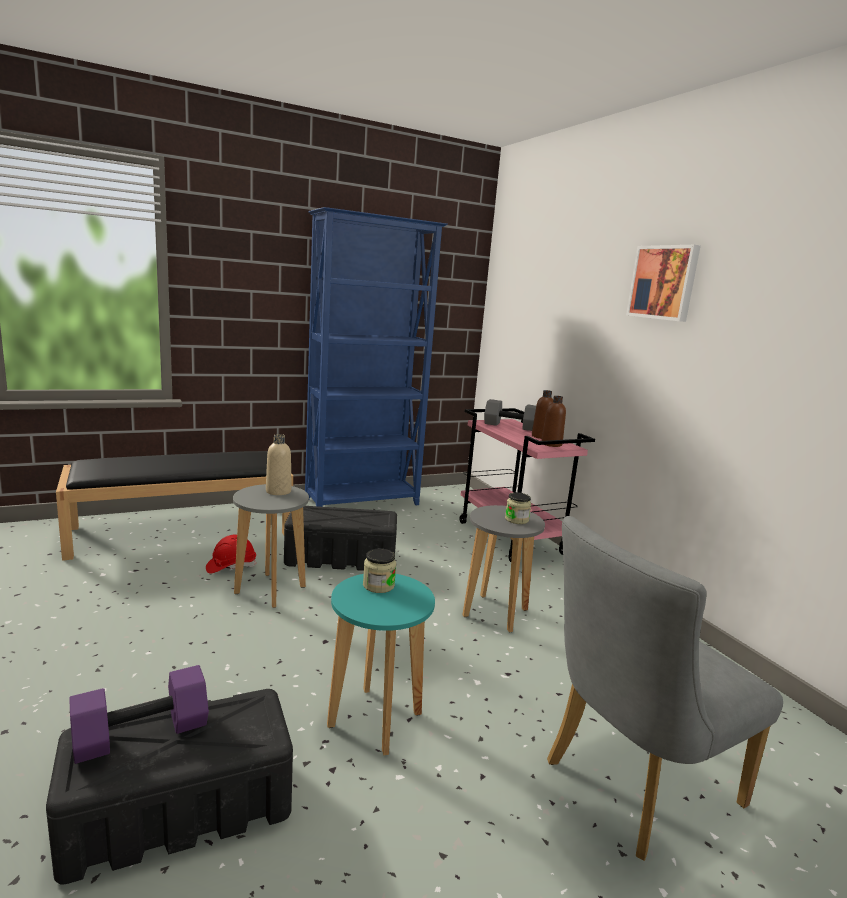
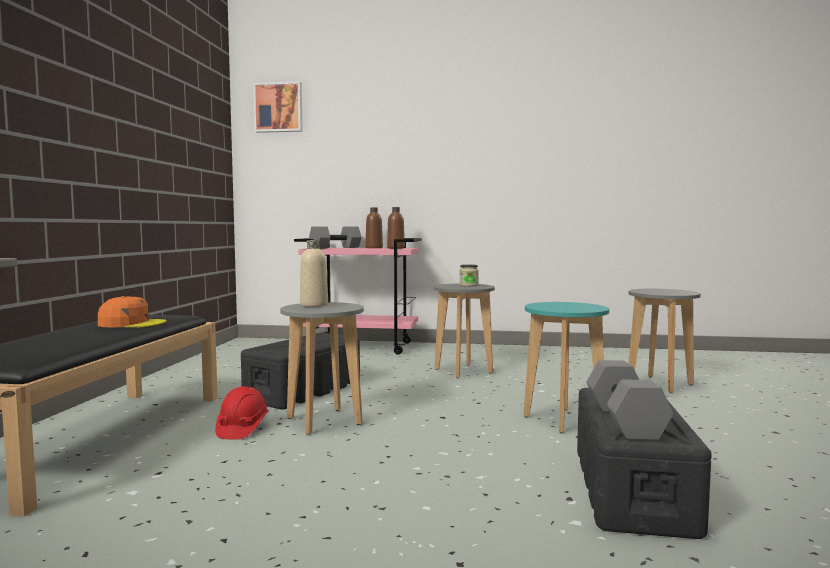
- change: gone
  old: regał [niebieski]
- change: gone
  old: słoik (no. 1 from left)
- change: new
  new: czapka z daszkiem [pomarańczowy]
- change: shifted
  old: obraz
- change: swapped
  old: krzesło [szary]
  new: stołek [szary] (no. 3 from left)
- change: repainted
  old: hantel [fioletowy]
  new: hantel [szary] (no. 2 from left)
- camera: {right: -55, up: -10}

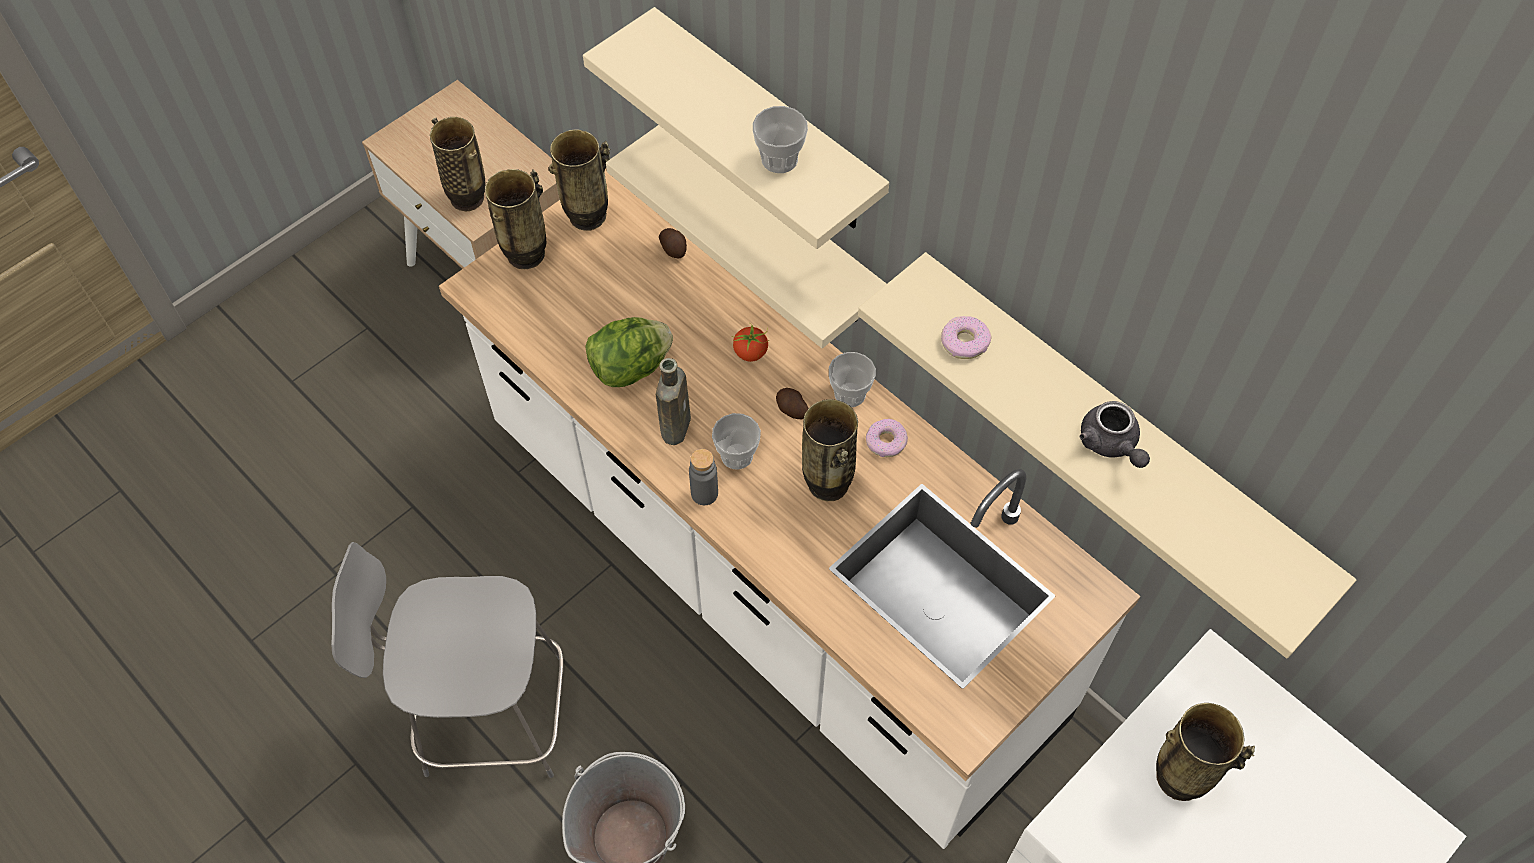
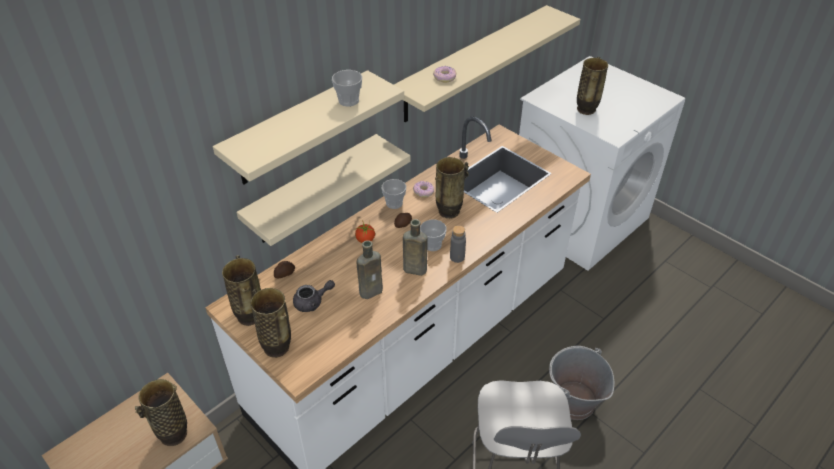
- change: shifted
  old: imbryk [szary]
- change: swapped
  old: sałata
  new: butelka [brązowy] (no. 1 from left)
- camera: {right: -90, up: -15}

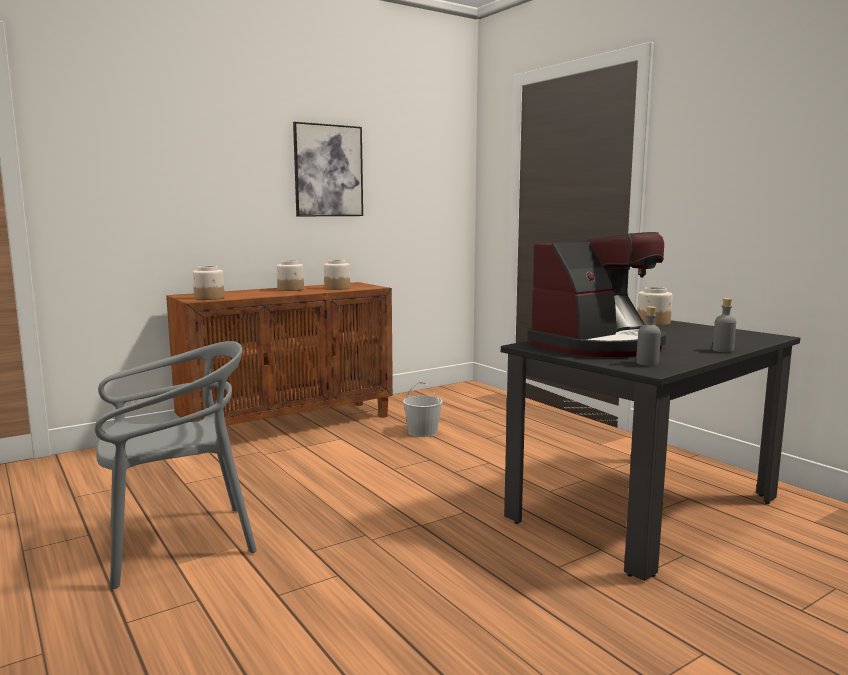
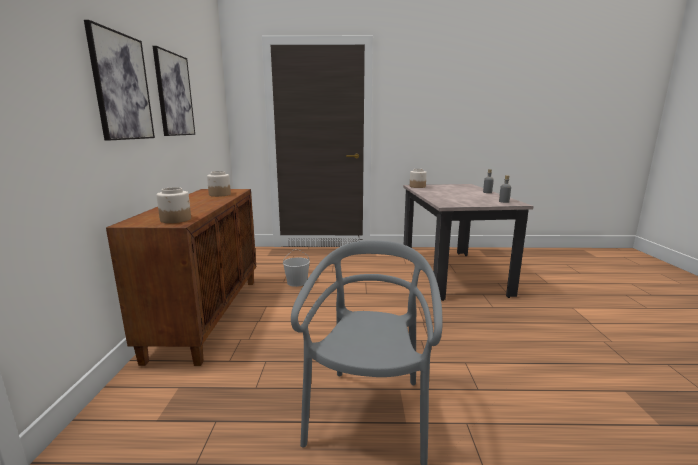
- change: gone
  old: słoik (no. 2 from left)
- change: gone
  old: ekspres do kawy
- change: new
  new: obraz (no. 1 from left)
- change: repainted
  old: stół jadalny [czarny]
  new: stół jadalny [beżowy]
- camera: {right: -55, up: 5}

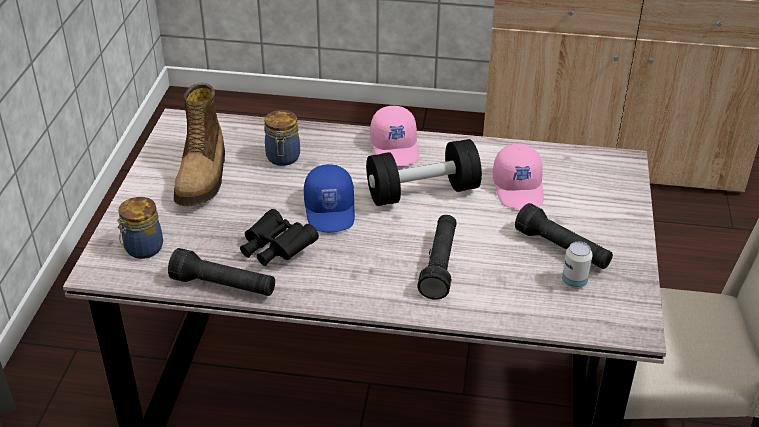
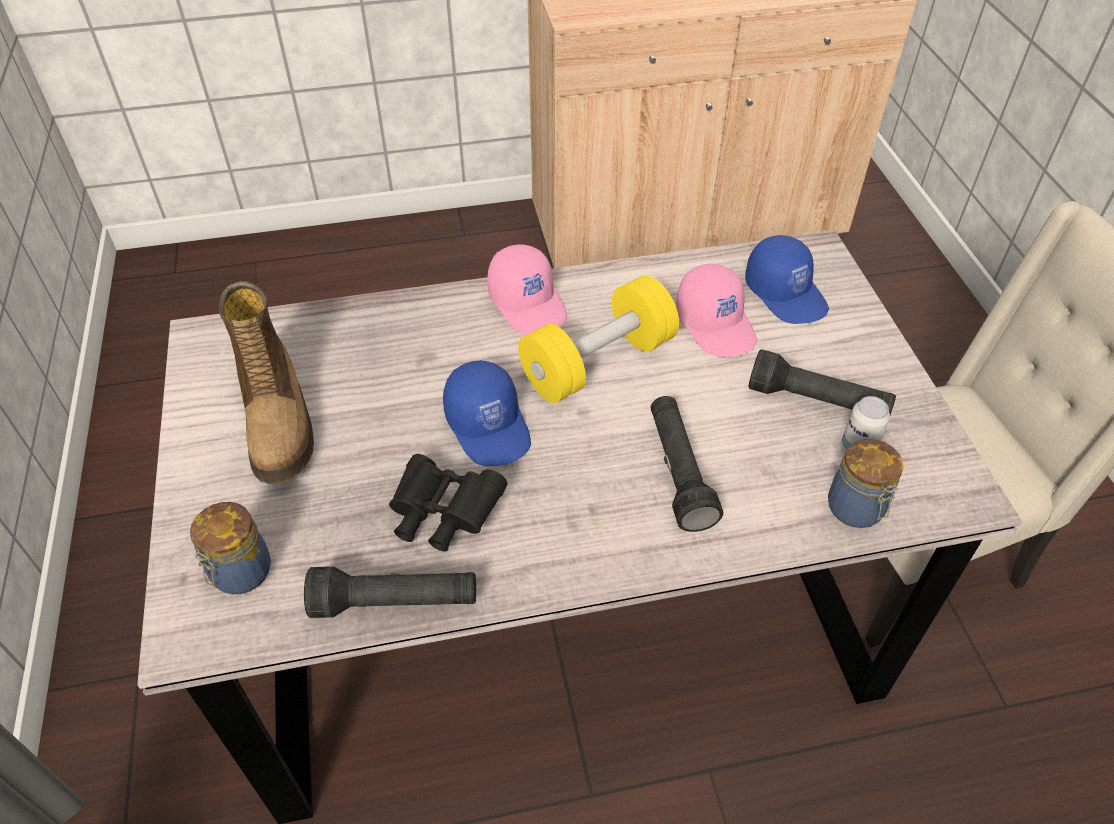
- change: new
  new: czapka z daszkiem [niebieski] (no. 2 from left)
- change: shifted
  old: słoik (no. 2 from left)
- change: repainted
  old: hantel [czarny]
  new: hantel [żółty]
- camera: {right: -20, up: 10}

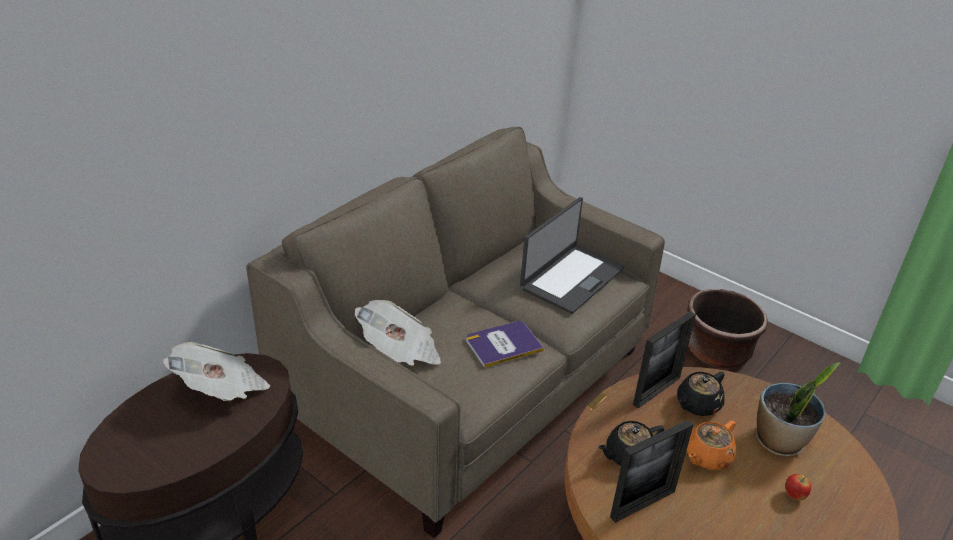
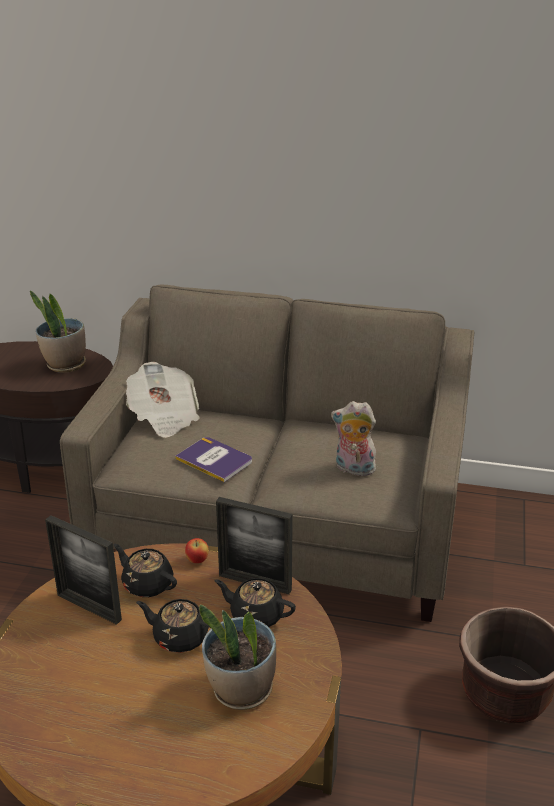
- change: shifted
  old: jabłko
- change: swapped
  old: gazeta (no. 1 from left)
  new: roślina doniczkowa (no. 1 from left)
- change: swapped
  old: laptop
  new: pluszak
- change: repainted
  old: imbryk [pomarańczowy]
  new: imbryk [czarny] (no. 2 from left)
- camera: {right: 65, up: -5}

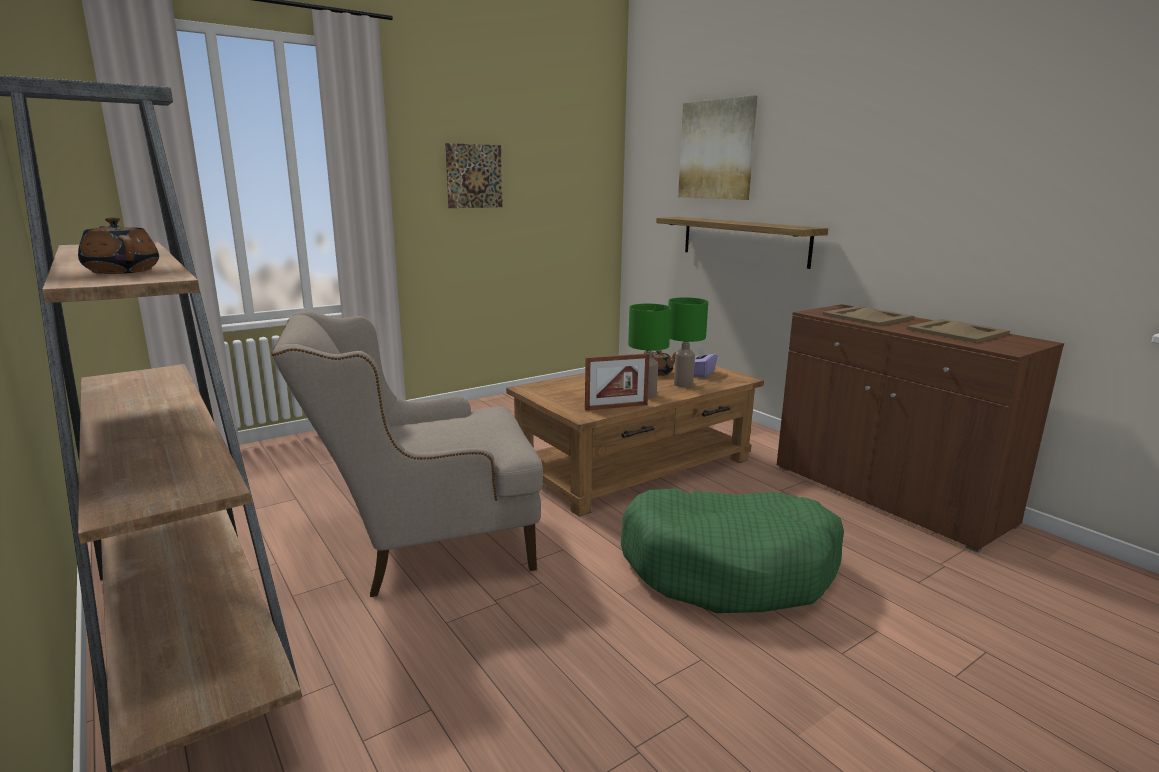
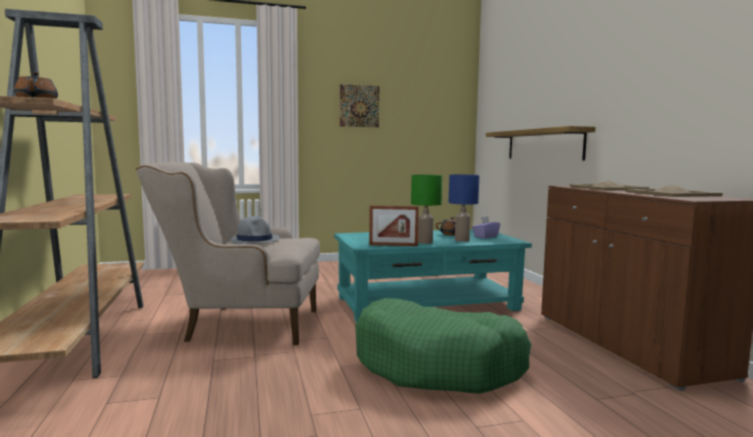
- change: gone
  old: obraz (no. 2 from left)
- change: new
  new: kapelusz [szary]
- change: repainted
  old: ława [brązowy]
  new: ława [turkusowy]
- change: repainted
  old: lampa stołowa [zielony] (no. 2 from left)
  new: lampa stołowa [niebieski]
- camera: {right: 20, up: -10}

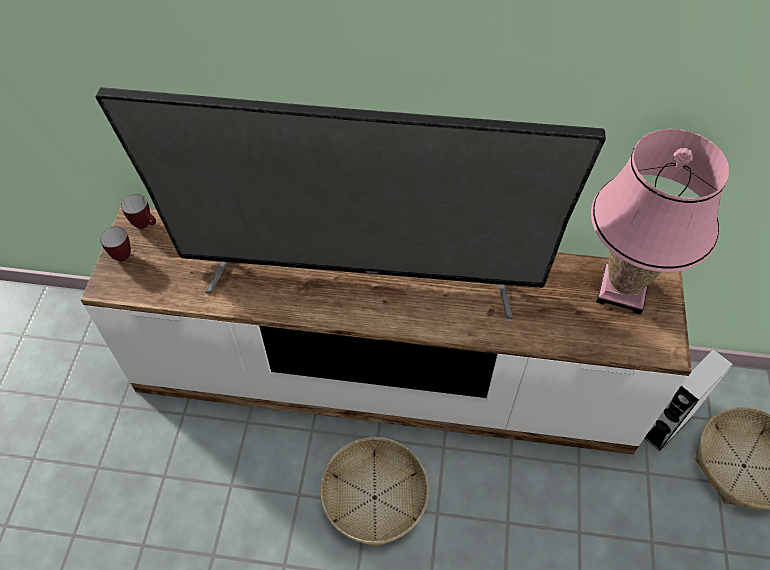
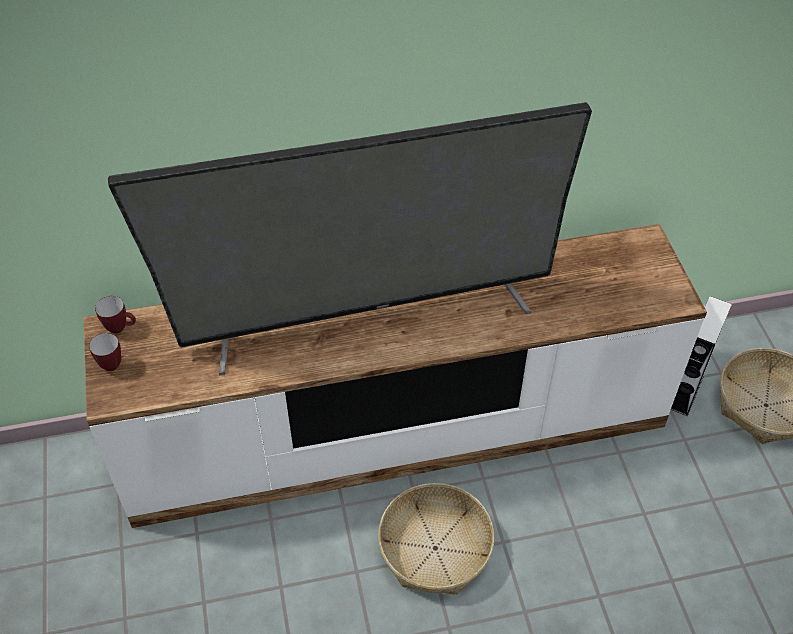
- change: gone
  old: lampa stołowa [różowy]
- camera: {right: -20, up: -5}

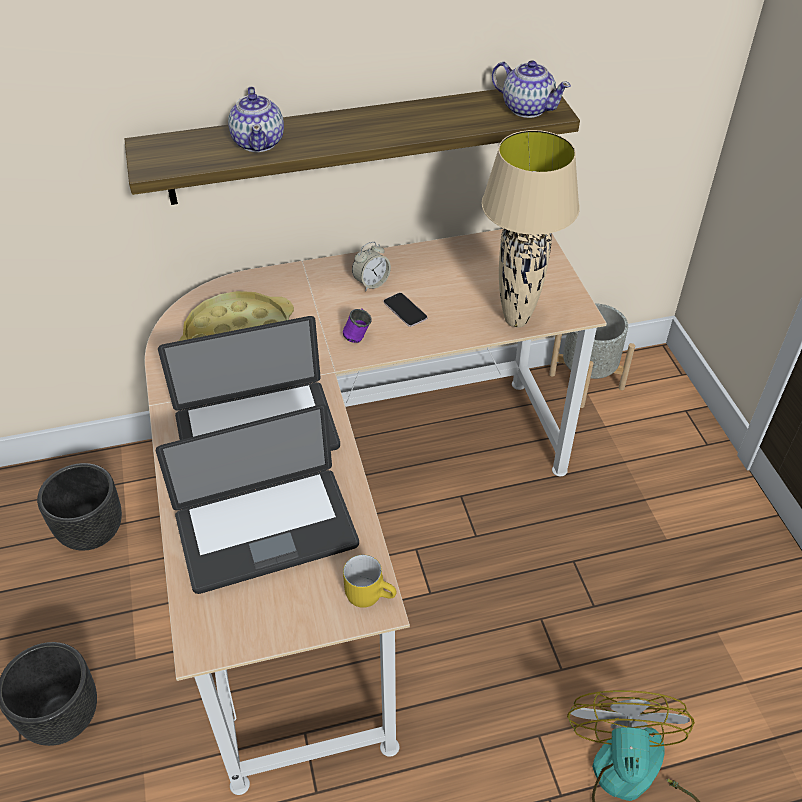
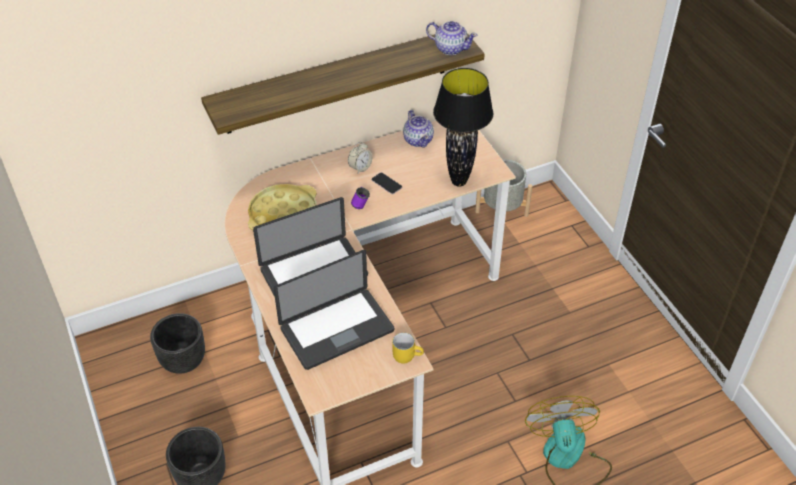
- change: shifted
  old: imbryk (no. 1 from left)
- change: repainted
  old: lampa stołowa [beżowy]
  new: lampa stołowa [czarny]
- camera: {right: -10, up: 0}

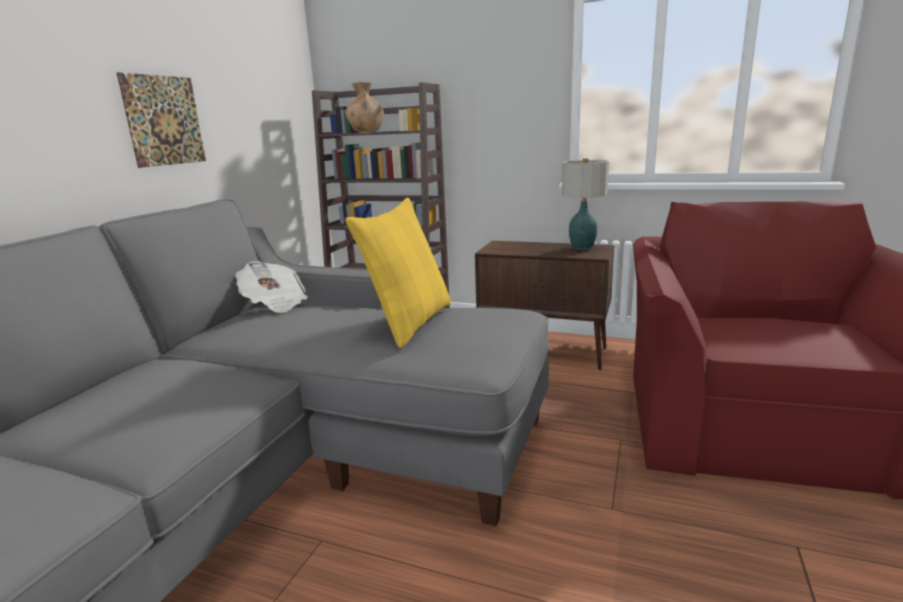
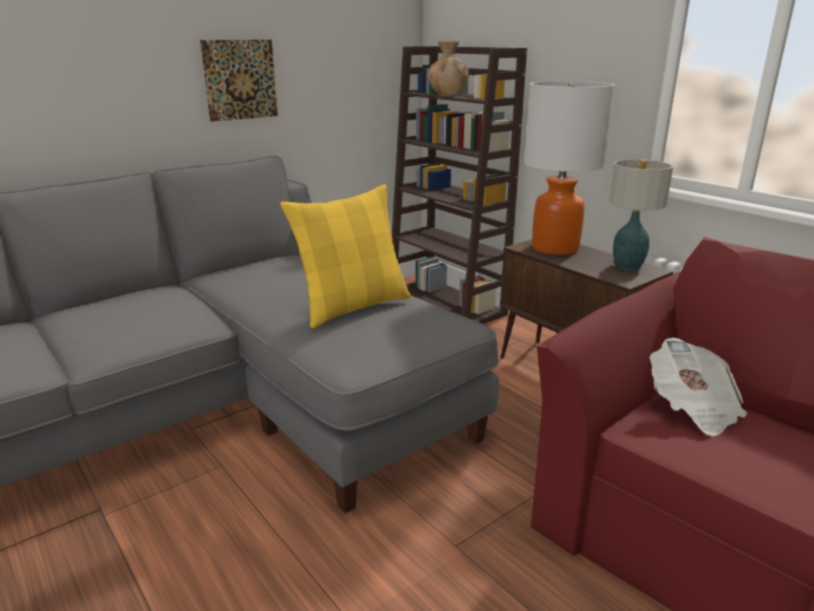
- change: new
  new: lampa stołowa (no. 1 from left)
- change: shifted
  old: gazeta
- camera: {right: 30, up: 5}

